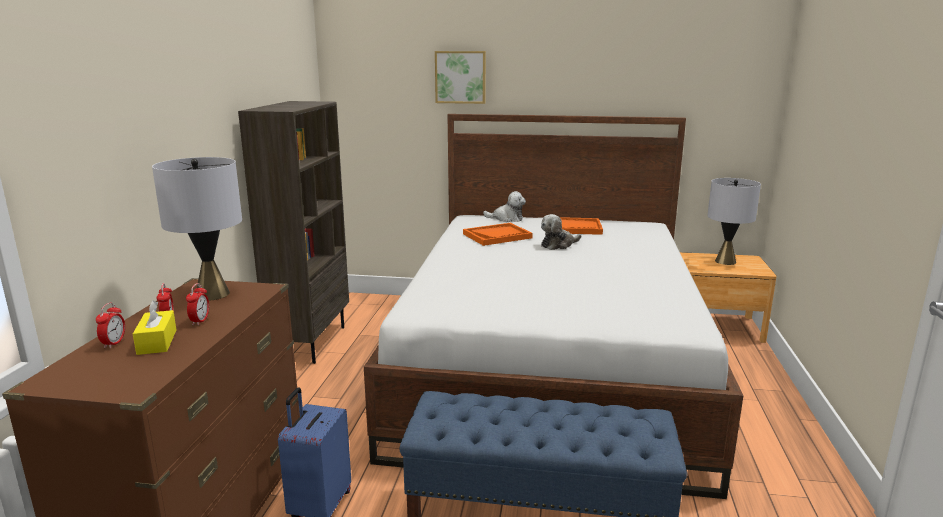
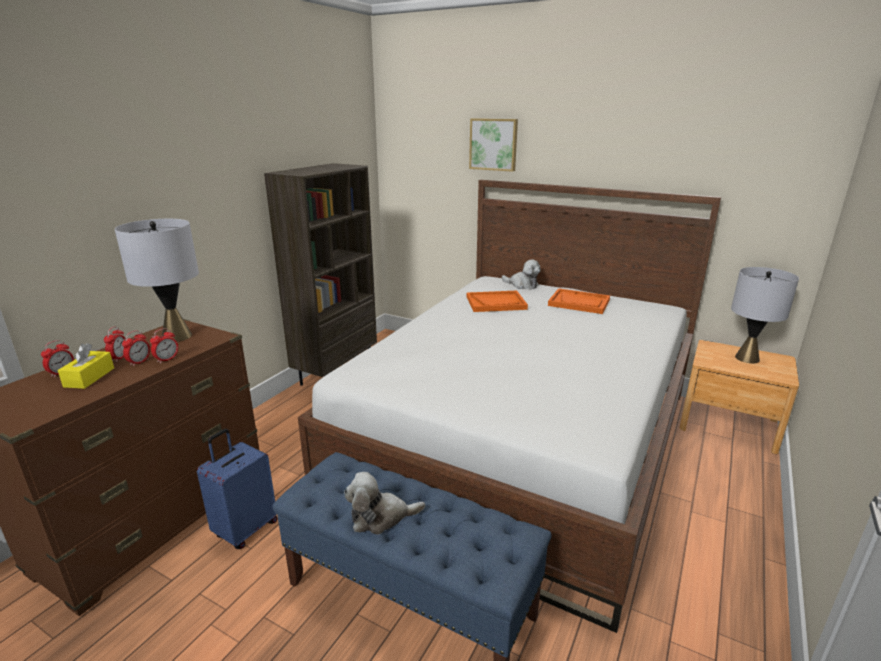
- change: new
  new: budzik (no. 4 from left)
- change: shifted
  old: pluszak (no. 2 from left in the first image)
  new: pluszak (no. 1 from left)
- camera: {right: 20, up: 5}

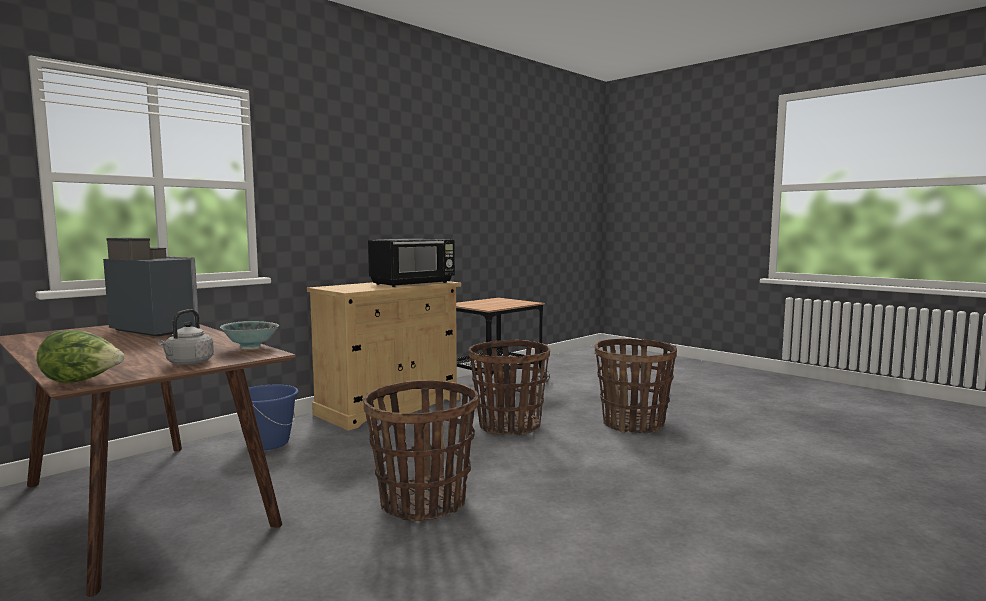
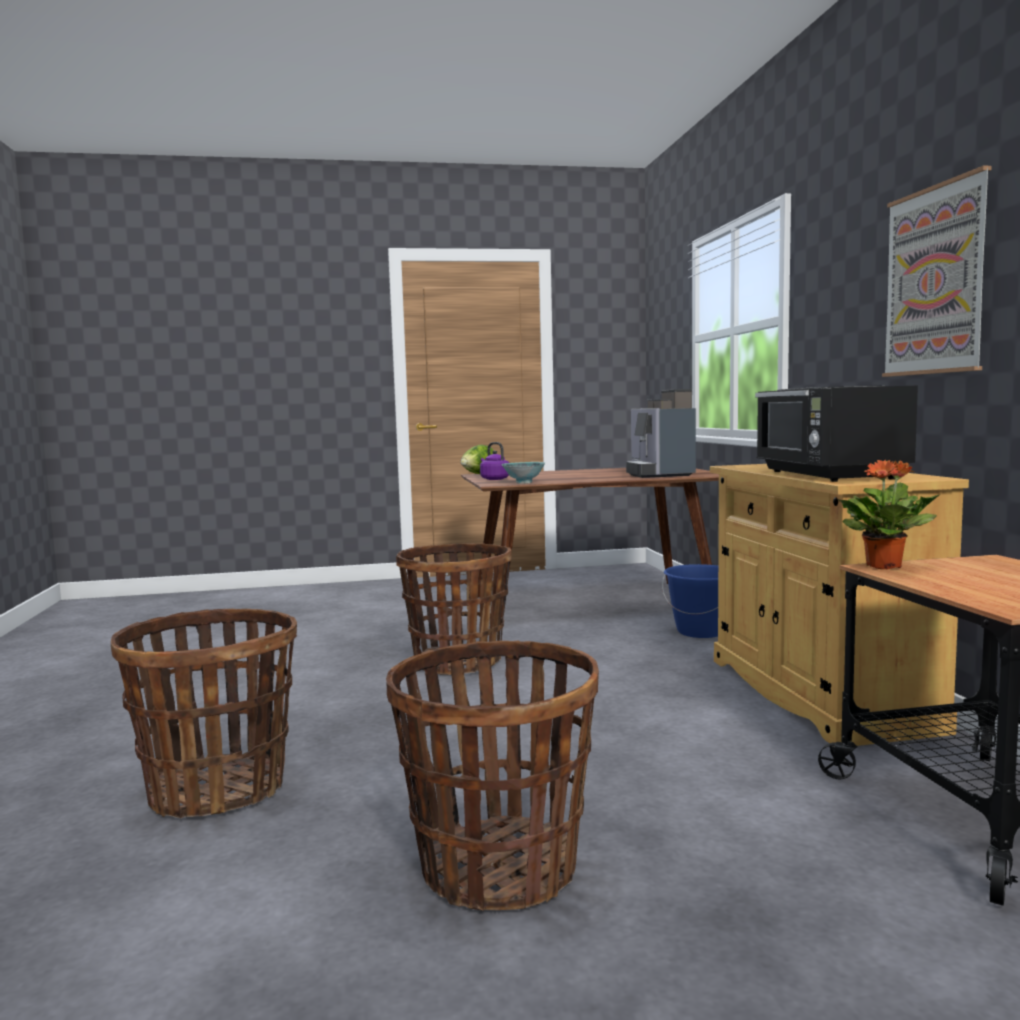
- change: new
  new: roślina doniczkowa
- change: new
  new: obraz
- change: shifted
  old: koszyk (no. 2 from left in the first image)
  new: koszyk (no. 1 from left)
- change: repainted
  old: czajnik [szary]
  new: czajnik [fioletowy]
- change: rotated
  old: ekspres do kawy
  degrees: 105
- camera: {right: 125, up: 0}

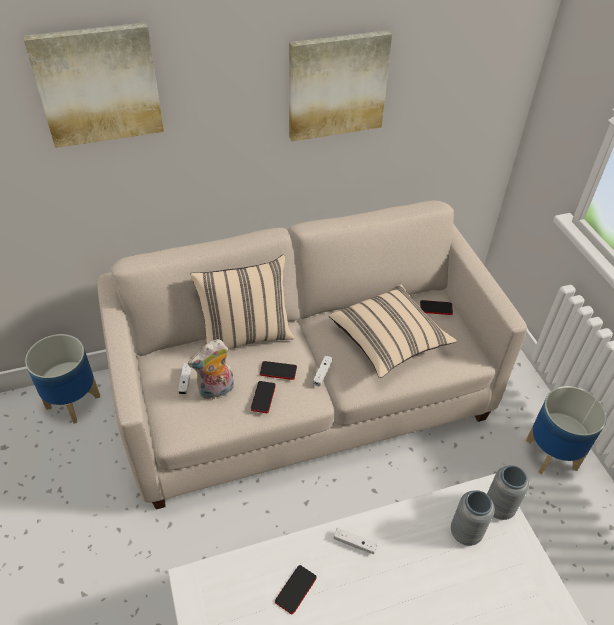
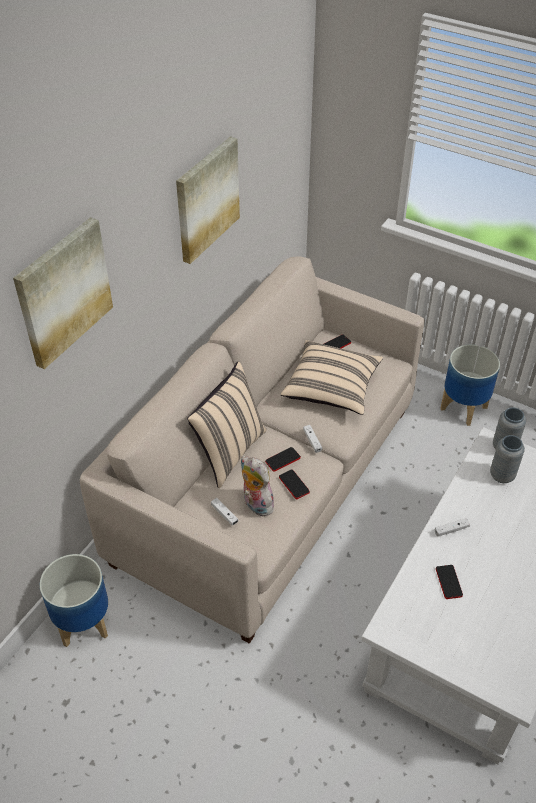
- change: rotated
  old: pluszak
  degrees: 120
- camera: {right: -40, up: 0}

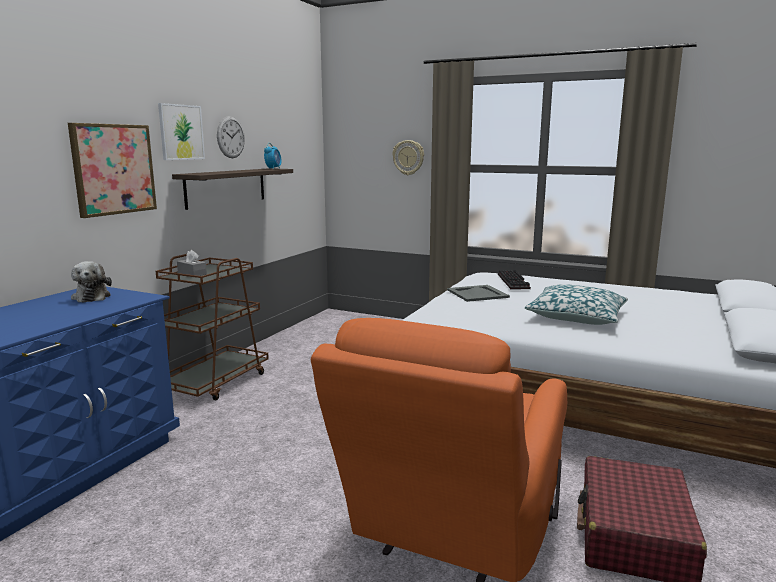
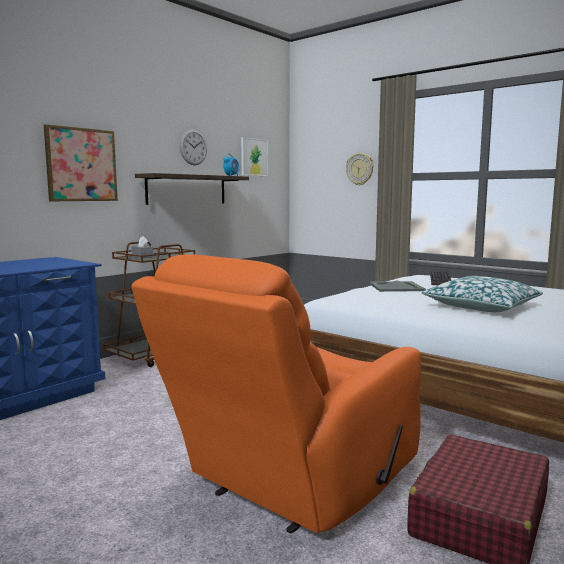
- change: gone
  old: pluszak
- change: shifted
  old: obraz (no. 2 from left)
- camera: {right: 15, up: -5}

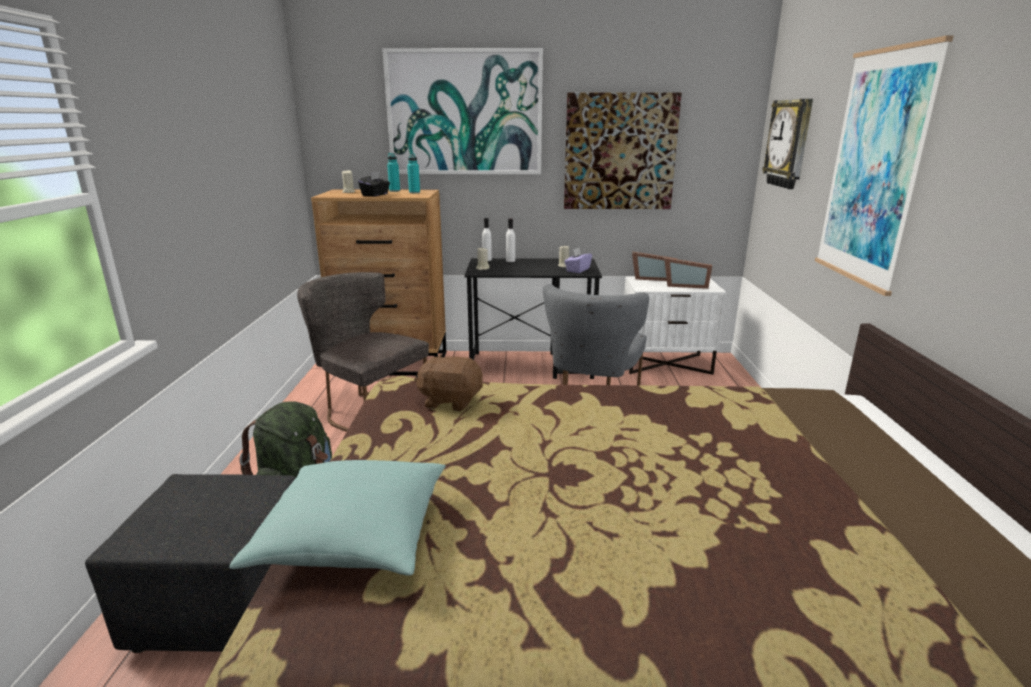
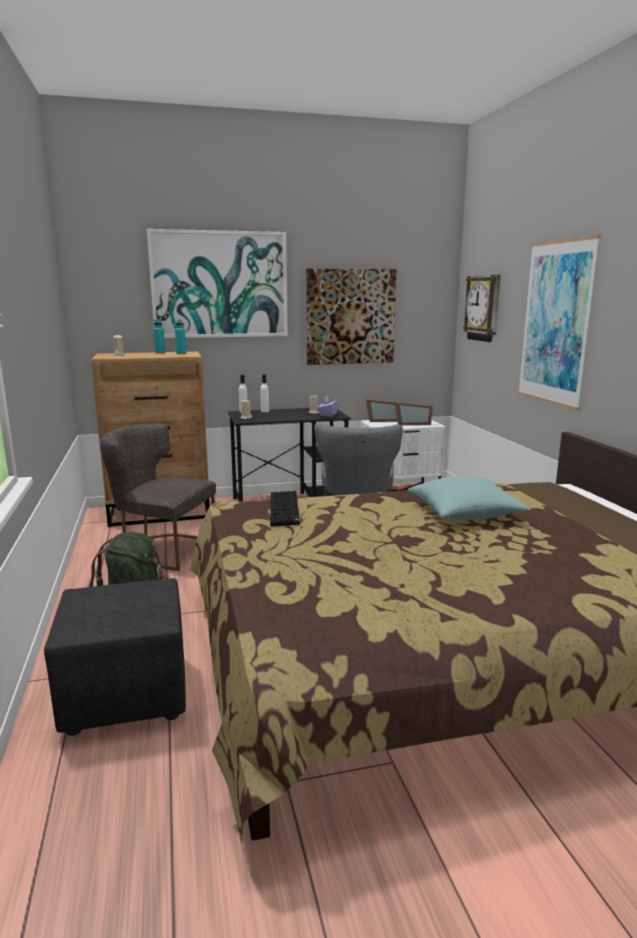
- change: gone
  old: pudełko chusteczek [czarny]
- change: shifted
  old: poduszka [turkusowy]
- change: swapped
  old: pluszak [brązowy]
  new: klawiatura
- camera: {right: -15, up: -5}

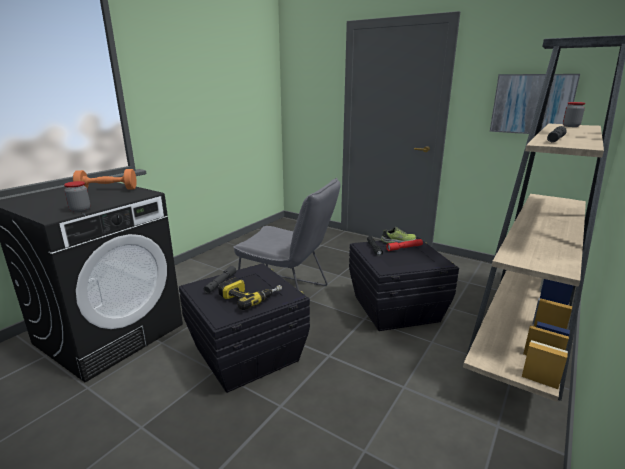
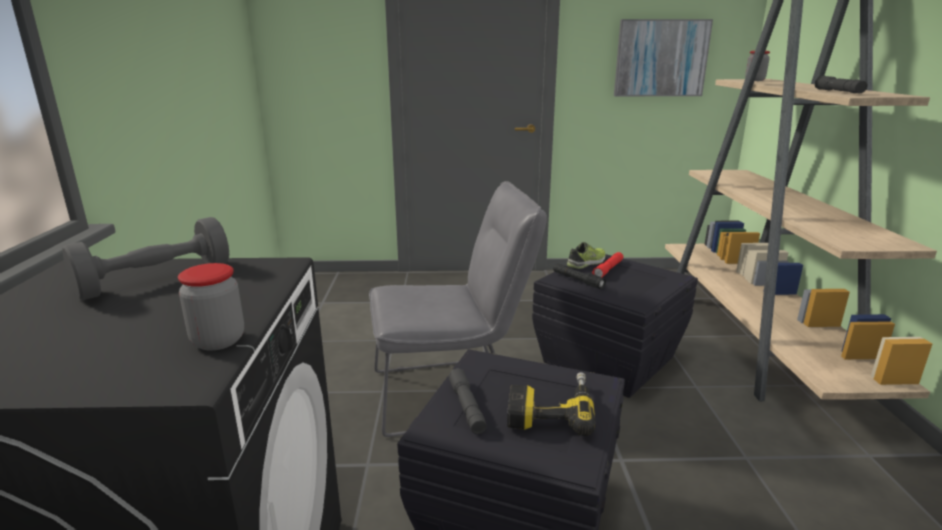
- change: repainted
  old: hantel [pomarańczowy]
  new: hantel [szary]
- camera: {right: -35, up: 0}

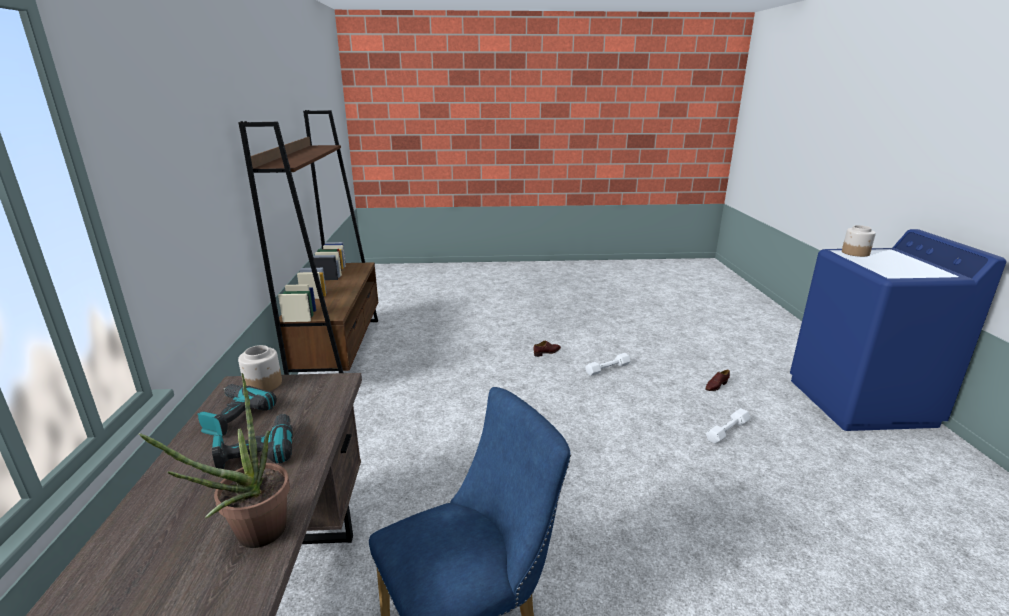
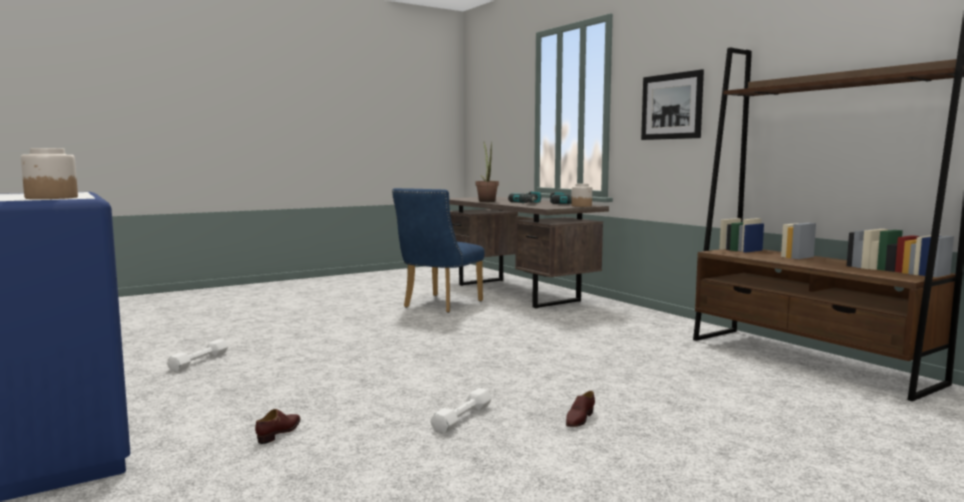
- change: new
  new: obraz
- change: shifted
  old: hantel [biały] (no. 2 from left in the first image)
  new: hantel [biały] (no. 1 from left)
- camera: {right: 150, up: -15}

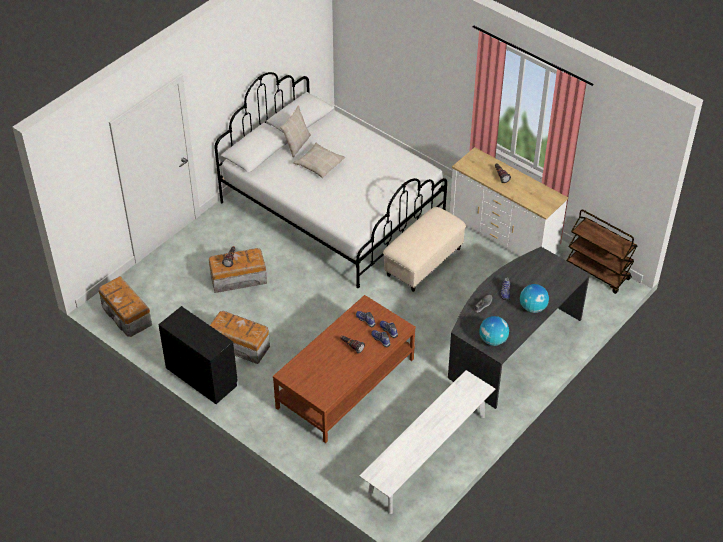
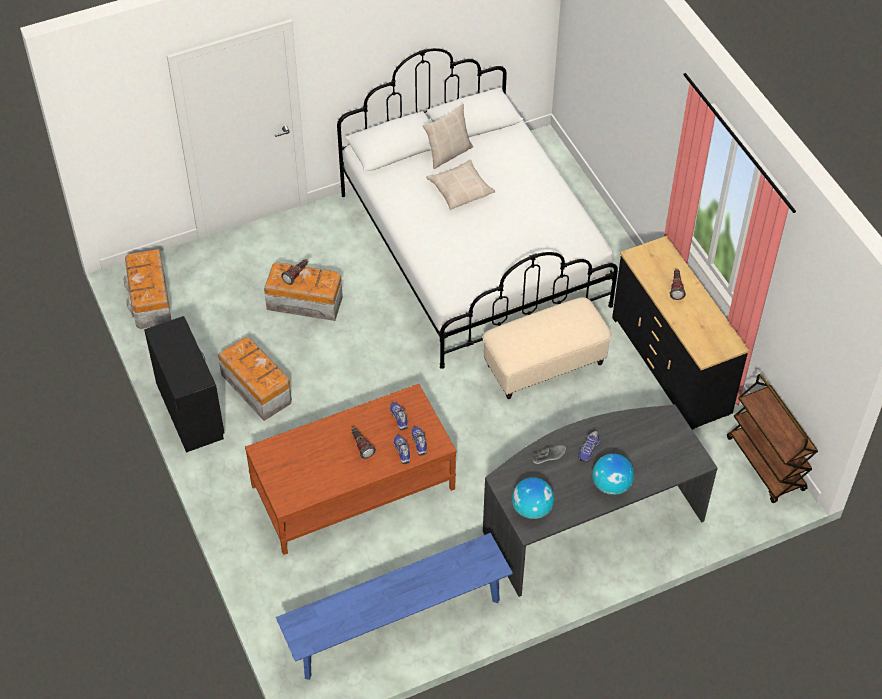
- change: repainted
  old: ławka [biały]
  new: ławka [niebieski]
- change: repainted
  old: komoda [biały]
  new: komoda [czarny] (no. 2 from left)
- camera: {right: 25, up: 5}

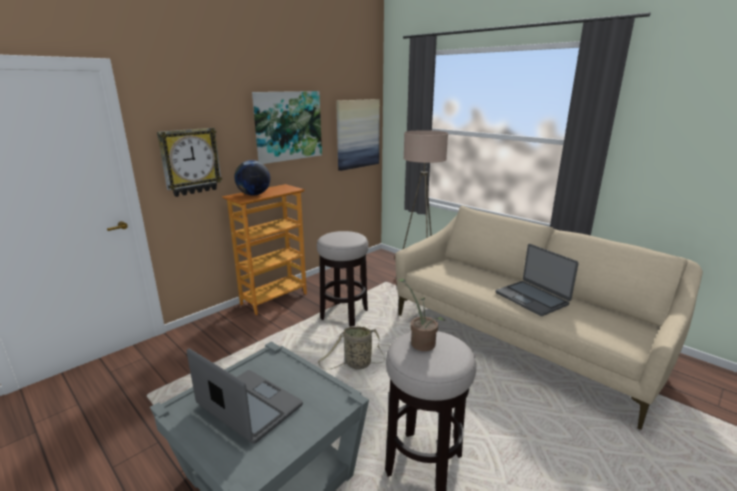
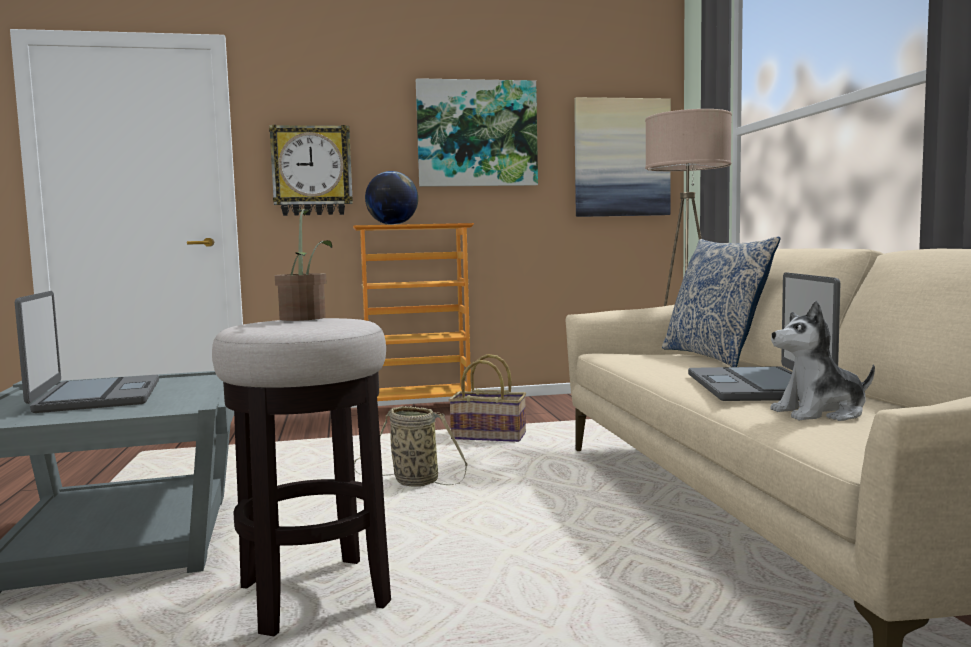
- change: new
  new: poduszka
- change: new
  new: pluszak
- change: swapped
  old: stołek (no. 1 from left)
  new: koszyk (no. 2 from left)
- camera: {right: 35, up: -15}

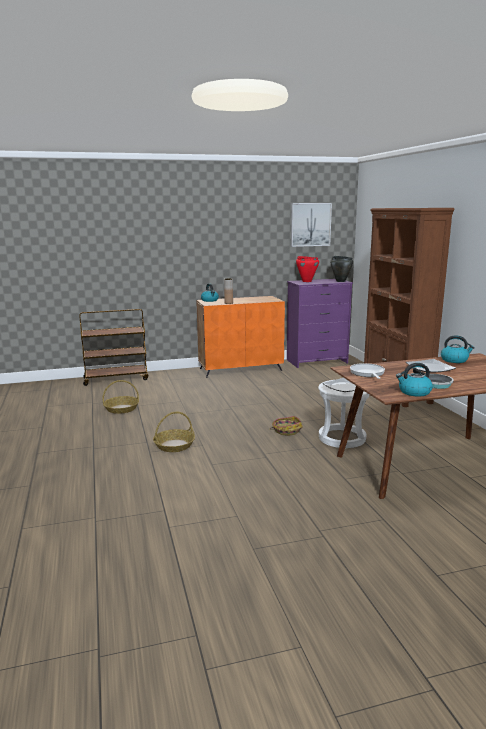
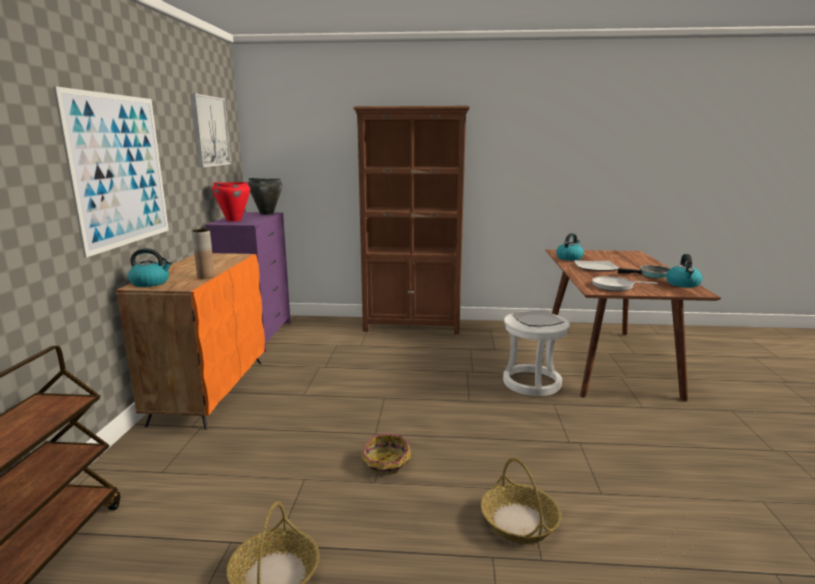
- change: new
  new: obraz (no. 1 from left)
- change: shifted
  old: koszyk (no. 3 from left in the first image)
  new: koszyk (no. 2 from left)
- camera: {right: -70, up: 0}

